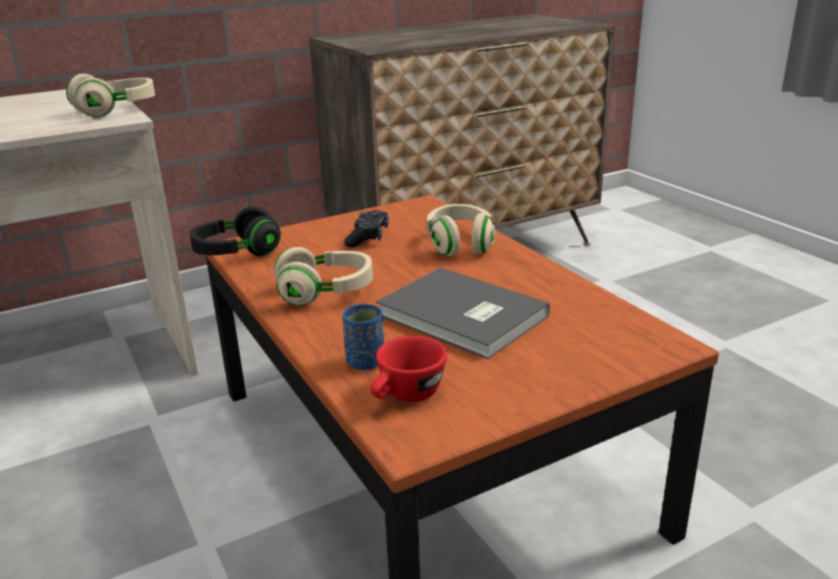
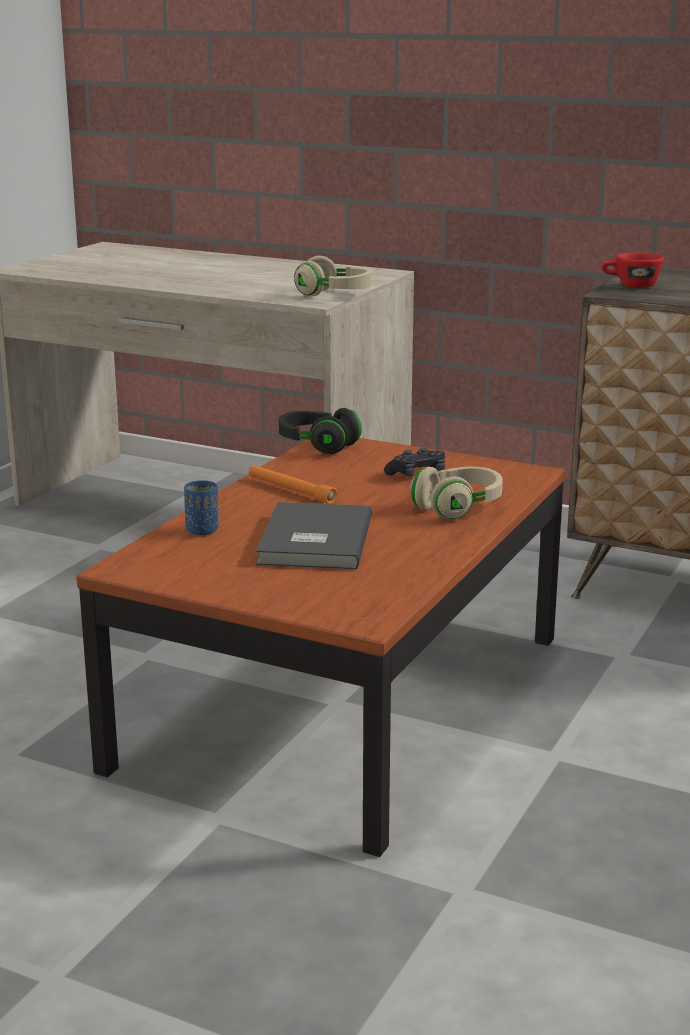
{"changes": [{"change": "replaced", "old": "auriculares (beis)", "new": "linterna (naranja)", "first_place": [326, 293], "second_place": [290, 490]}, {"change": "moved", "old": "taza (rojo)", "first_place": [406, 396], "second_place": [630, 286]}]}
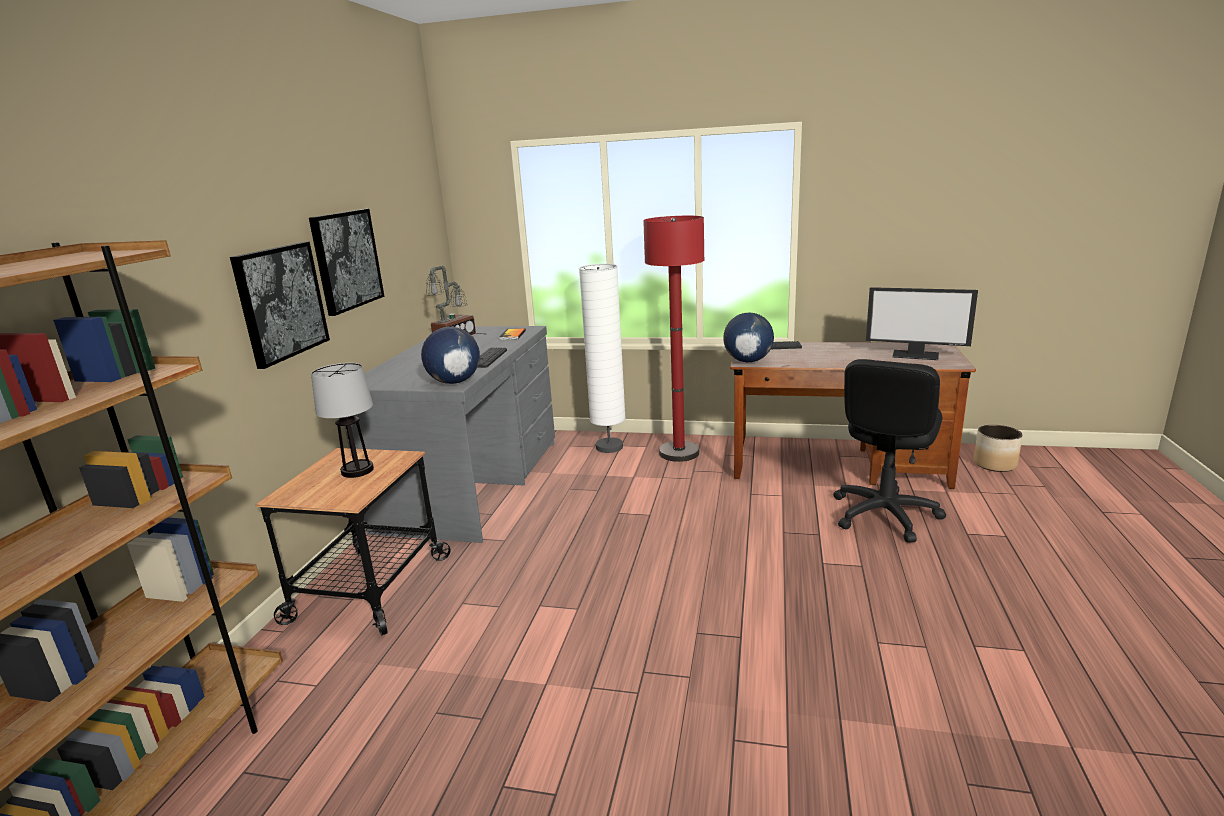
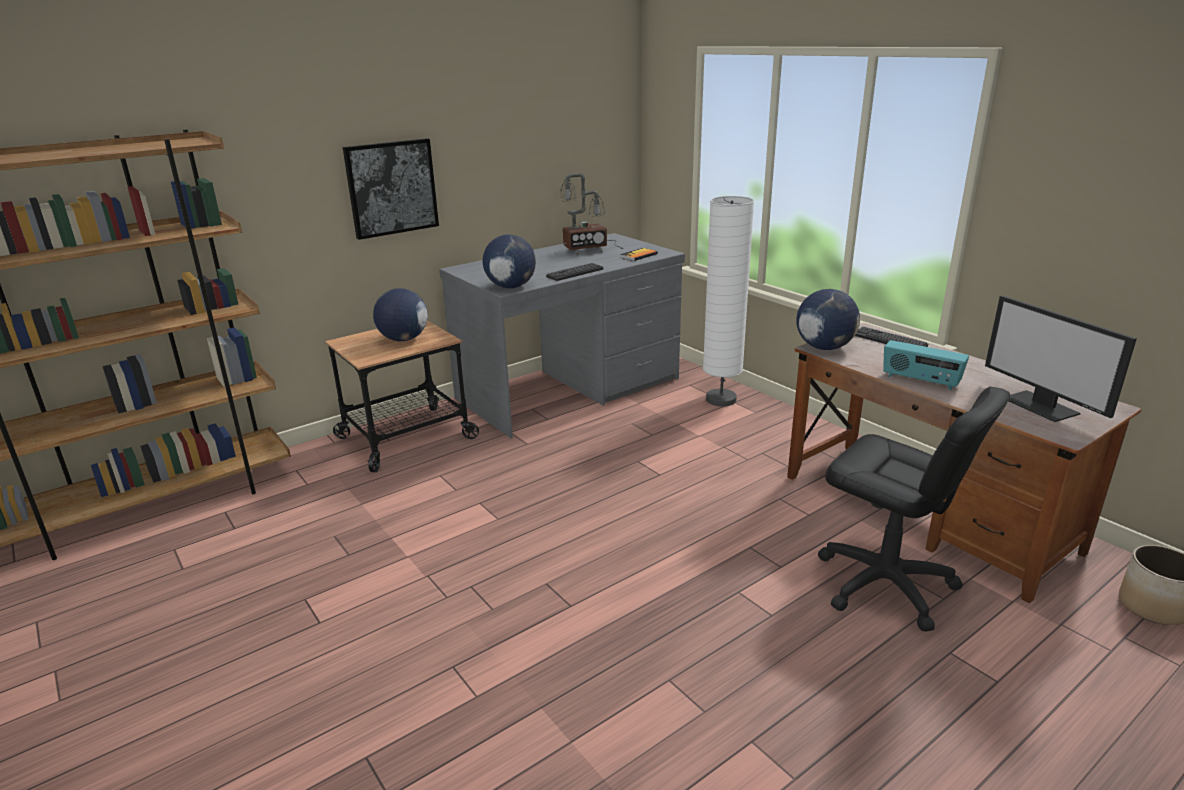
{"changes": [{"change": "removed", "old": "cuadro", "first_place": [346, 260]}, {"change": "removed", "old": "lámpara de pie (rojo)", "first_place": [679, 453]}, {"change": "turned", "old": "silla de oficina (negro)", "first_place": [883, 514], "second_place": [885, 584], "degrees": -120}, {"change": "replaced", "old": "lámpara de mesa", "new": "globo terráqueo", "first_place": [357, 471], "second_place": [403, 339]}, {"change": "added", "new": "radio", "second_place": [920, 381]}]}
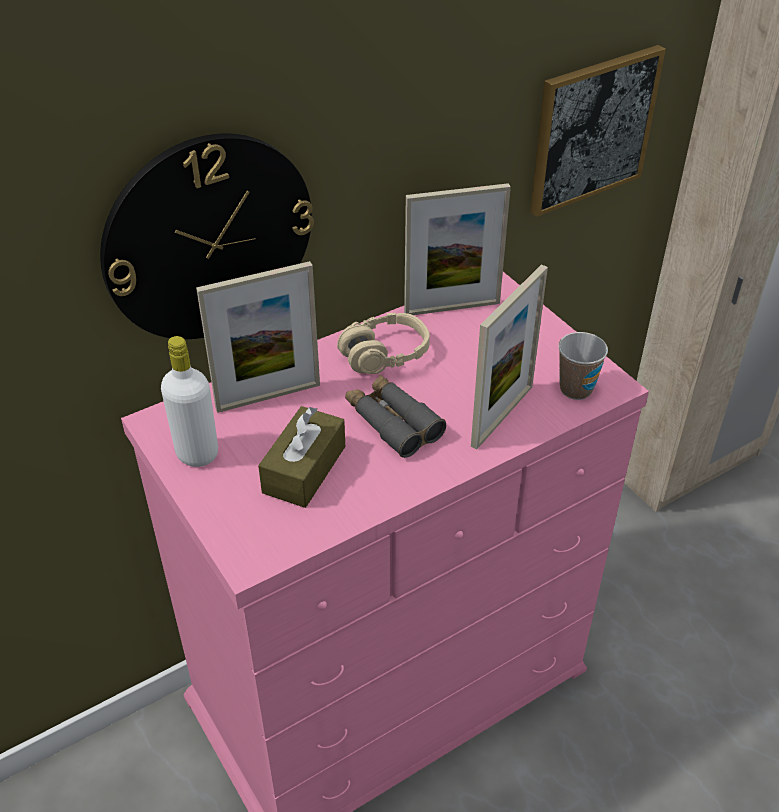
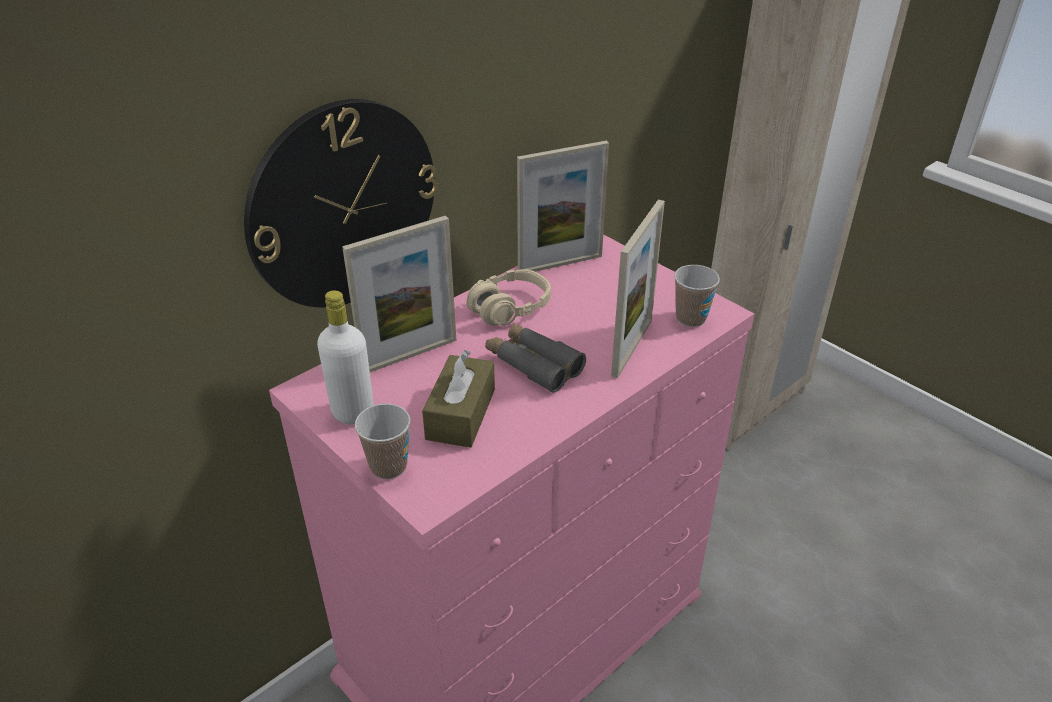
{"changes": [{"change": "removed", "old": "cuadro", "first_place": [592, 130]}, {"change": "added", "new": "taza", "second_place": [388, 466]}]}
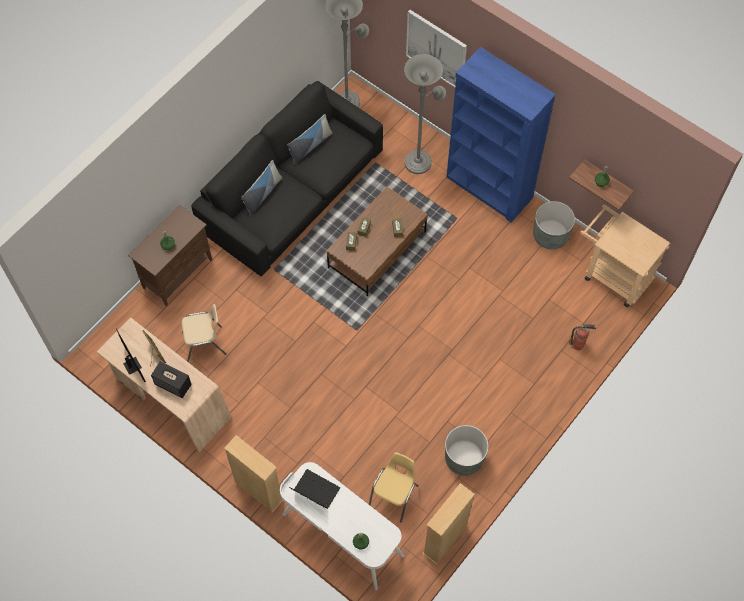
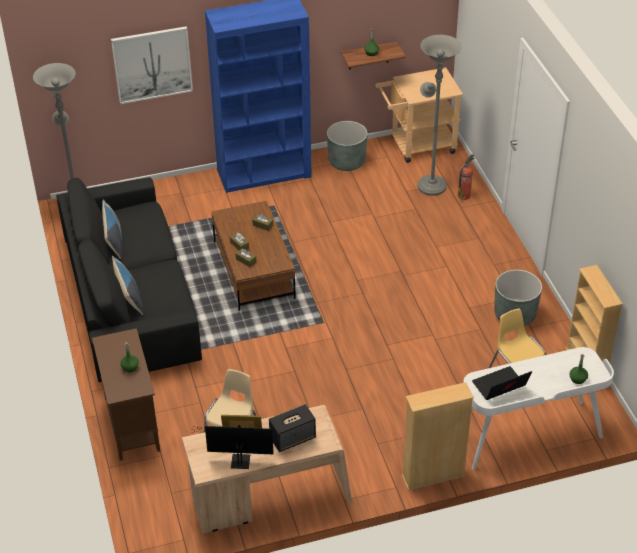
{"changes": [{"change": "moved", "old": "lámpara de pie (gris)", "first_place": [420, 160], "second_place": [430, 183]}]}
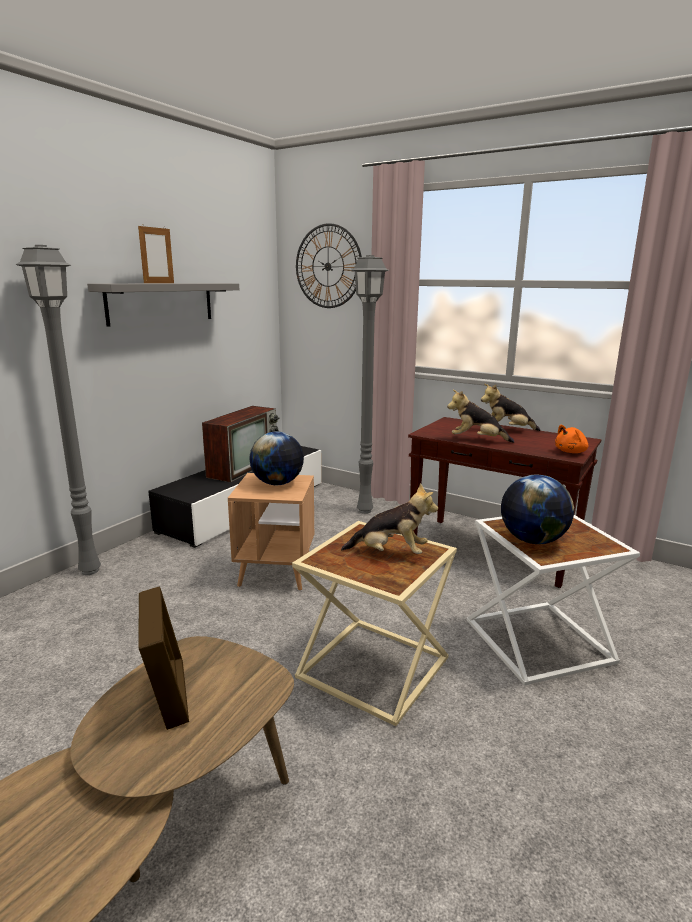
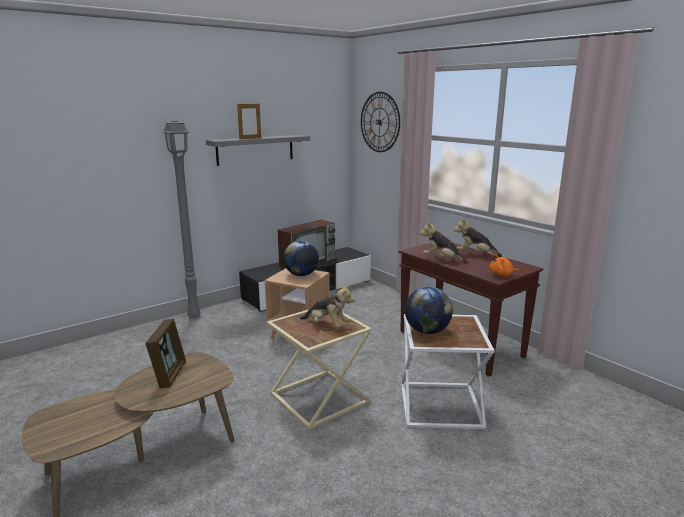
{"changes": [{"change": "removed", "old": "lámpara de pie (gris)", "first_place": [365, 510]}]}
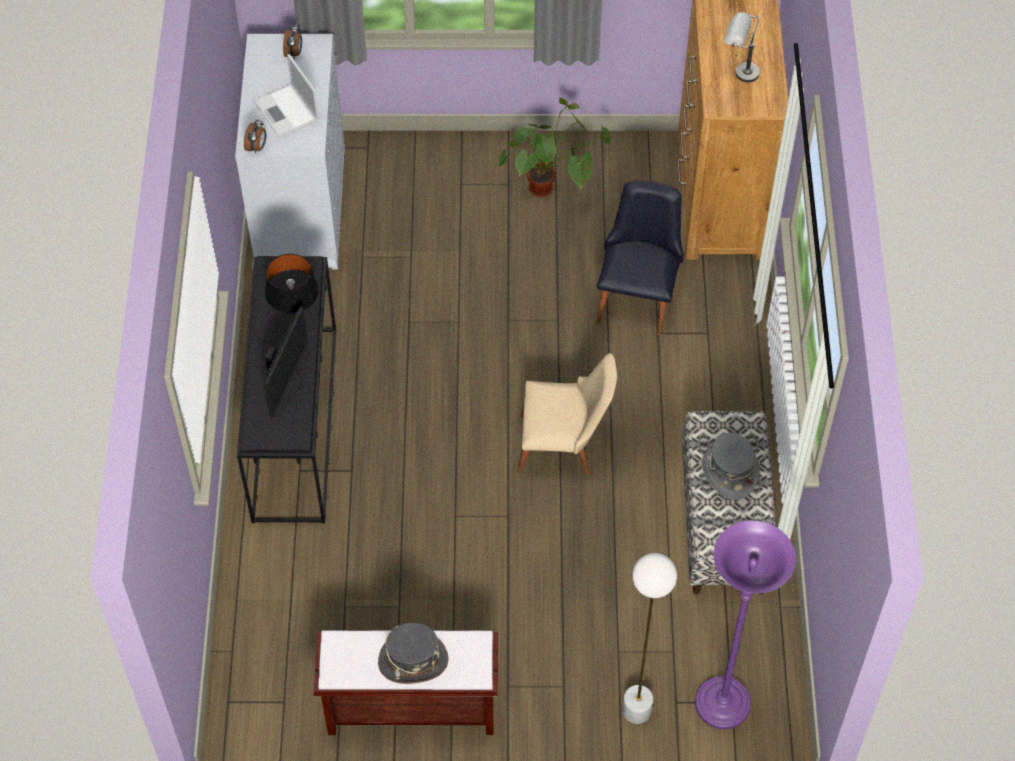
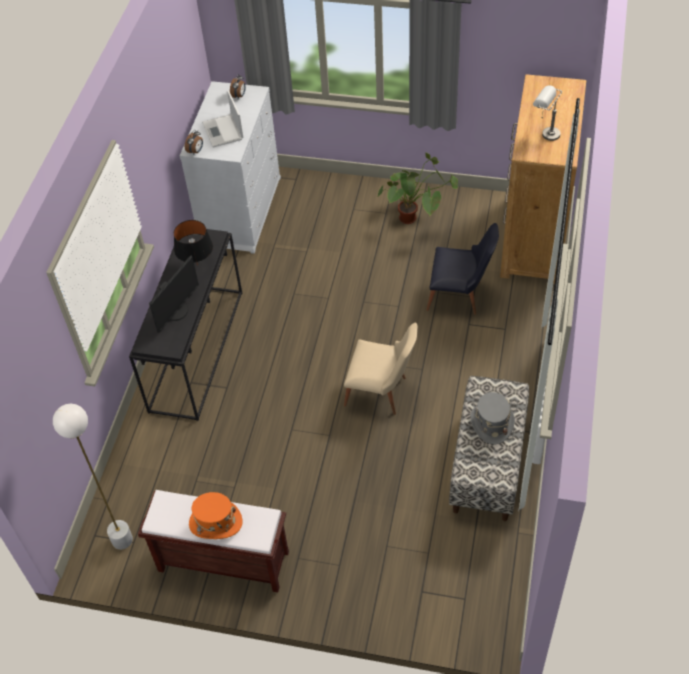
{"changes": [{"change": "turned", "old": "silla (negro)", "first_place": [638, 295], "second_place": [460, 297], "degrees": 75}, {"change": "removed", "old": "lámpara de pie (morado)", "first_place": [722, 704]}, {"change": "moved", "old": "lámpara de pie (blanco)", "first_place": [636, 710], "second_place": [122, 540]}, {"change": "recoloured", "old": "sombrero (gris)", "new": "sombrero (naranja)", "first_place": [413, 661], "second_place": [215, 522]}]}
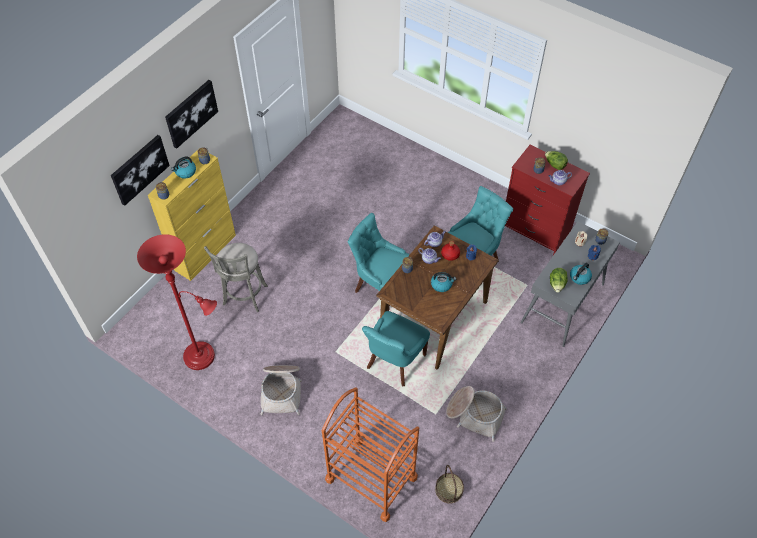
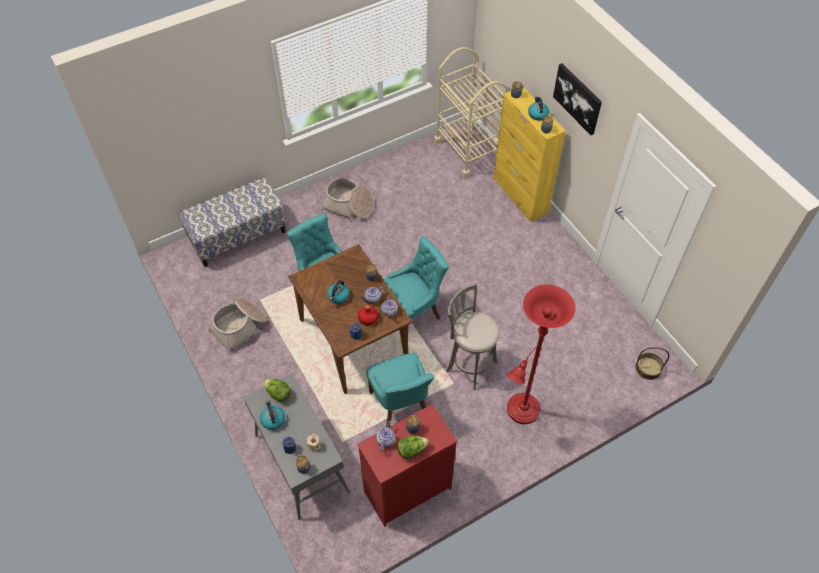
{"changes": [{"change": "removed", "old": "cuadro", "first_place": [139, 169]}, {"change": "moved", "old": "lámpara de pie (rojo)", "first_place": [203, 357], "second_place": [520, 412]}, {"change": "moved", "old": "taburete (gris)", "first_place": [244, 297], "second_place": [469, 365]}, {"change": "replaced", "old": "carrito (naranja)", "new": "banco", "first_place": [371, 478], "second_place": [238, 236]}, {"change": "moved", "old": "cesta", "first_place": [449, 489], "second_place": [648, 368]}, {"change": "added", "new": "carrito (beis)", "second_place": [467, 150]}]}
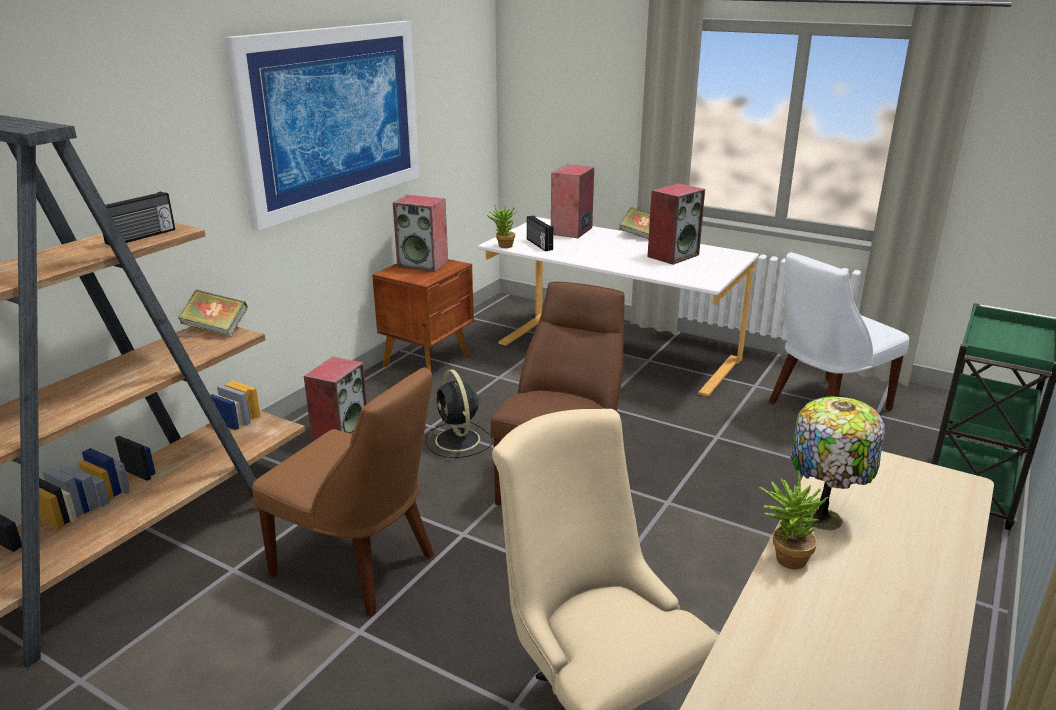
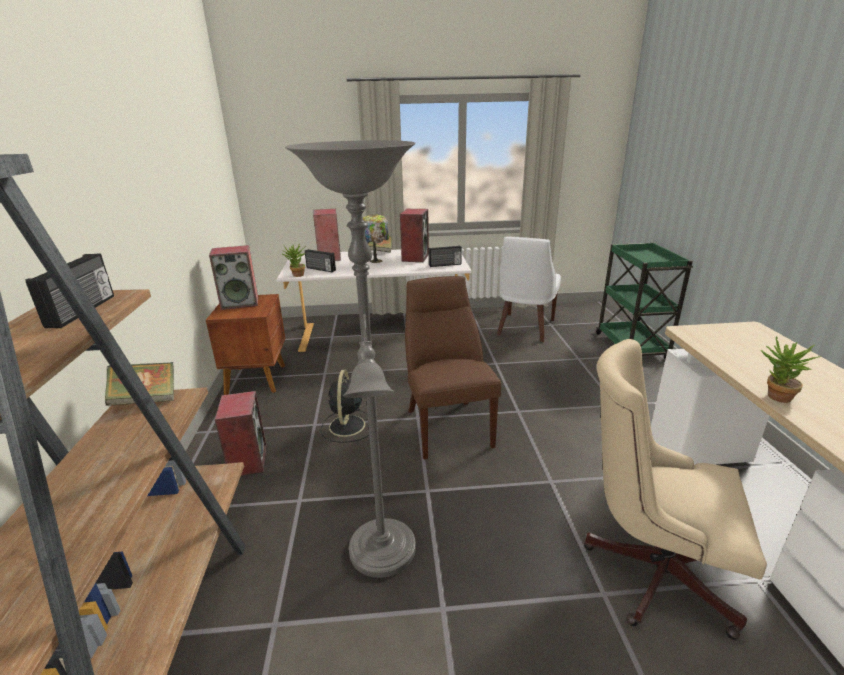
{"changes": [{"change": "removed", "old": "cuadro", "first_place": [333, 117]}, {"change": "replaced", "old": "silla (marrón)", "new": "lámpara de pie (gris)", "first_place": [359, 567], "second_place": [383, 556]}, {"change": "turned", "old": "ventilador (negro)", "first_place": [458, 441], "second_place": [346, 427], "degrees": 60}, {"change": "moved", "old": "lámpara de mesa", "first_place": [825, 517], "second_place": [376, 260]}, {"change": "added", "new": "radio", "second_place": [445, 265]}]}
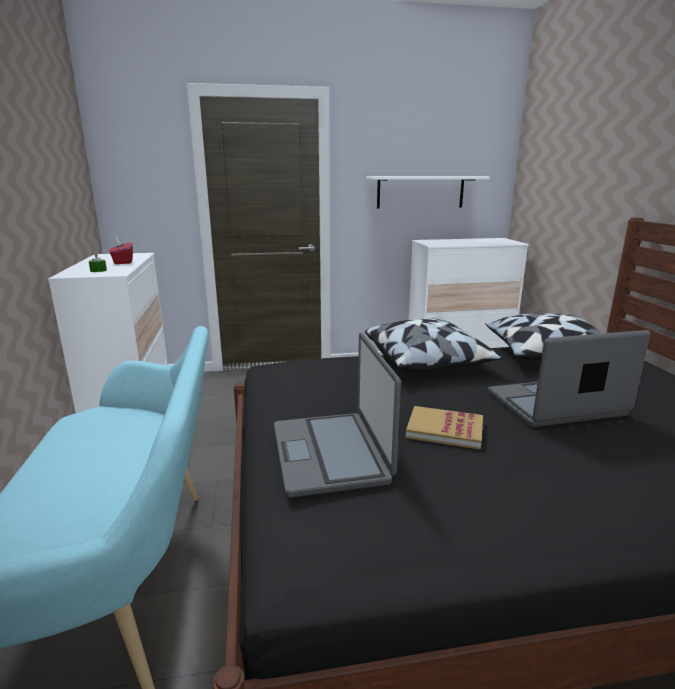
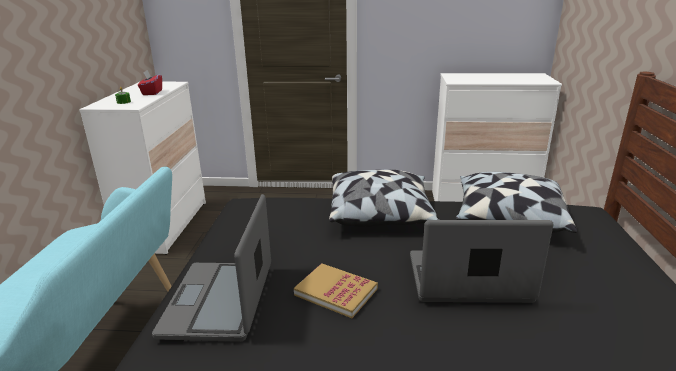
{"changes": [{"change": "removed", "old": "estante (blanco)", "first_place": [420, 192]}]}
